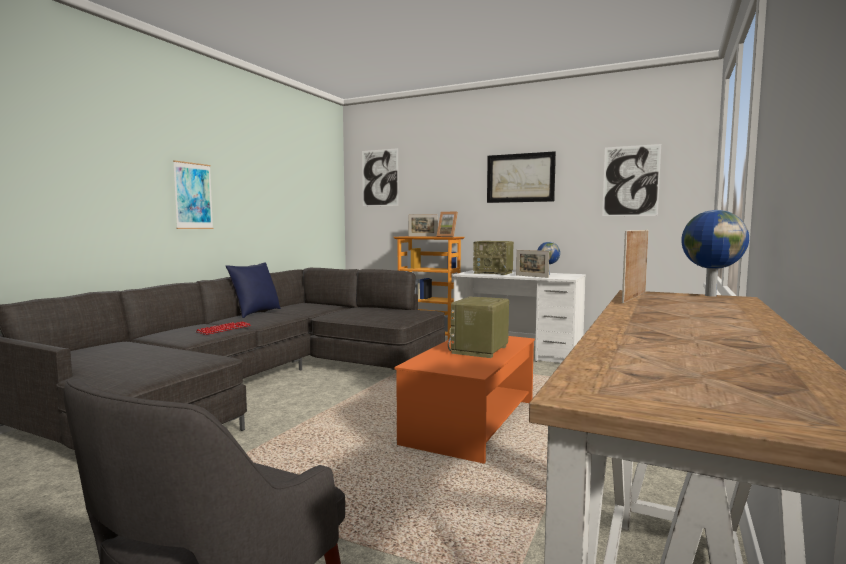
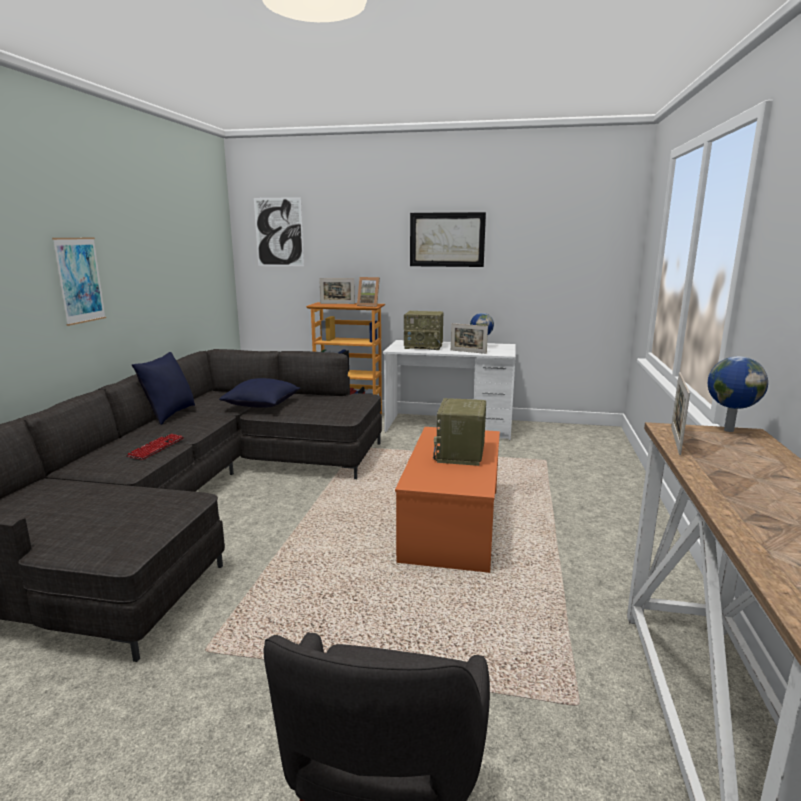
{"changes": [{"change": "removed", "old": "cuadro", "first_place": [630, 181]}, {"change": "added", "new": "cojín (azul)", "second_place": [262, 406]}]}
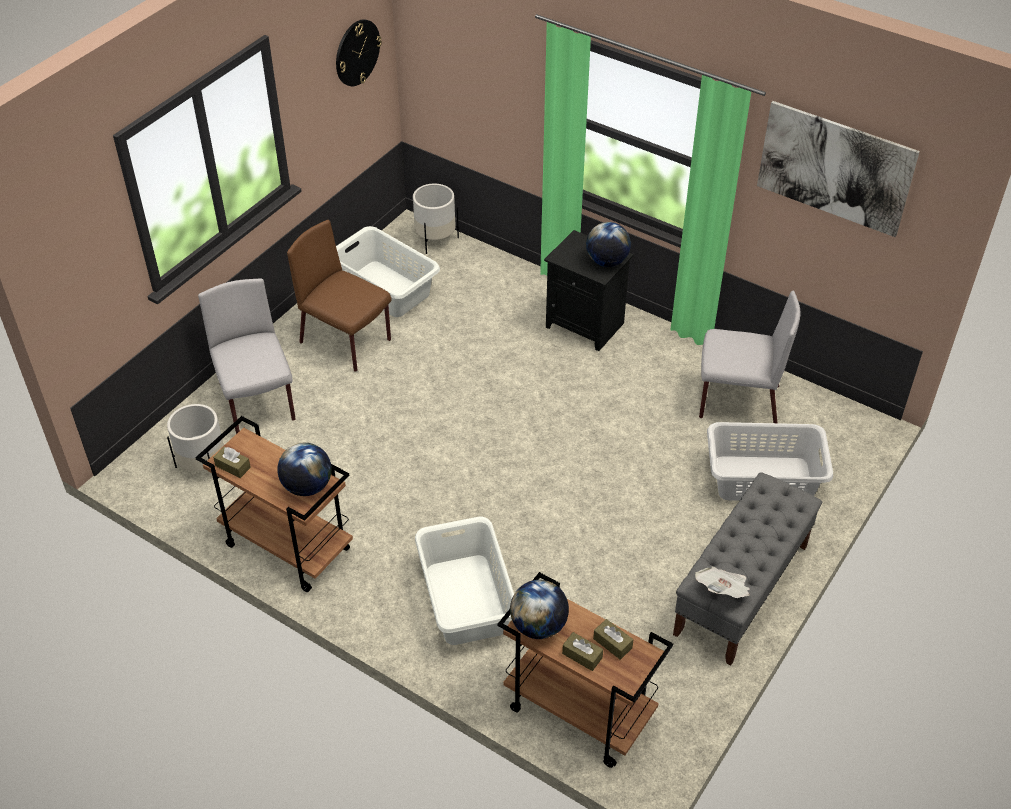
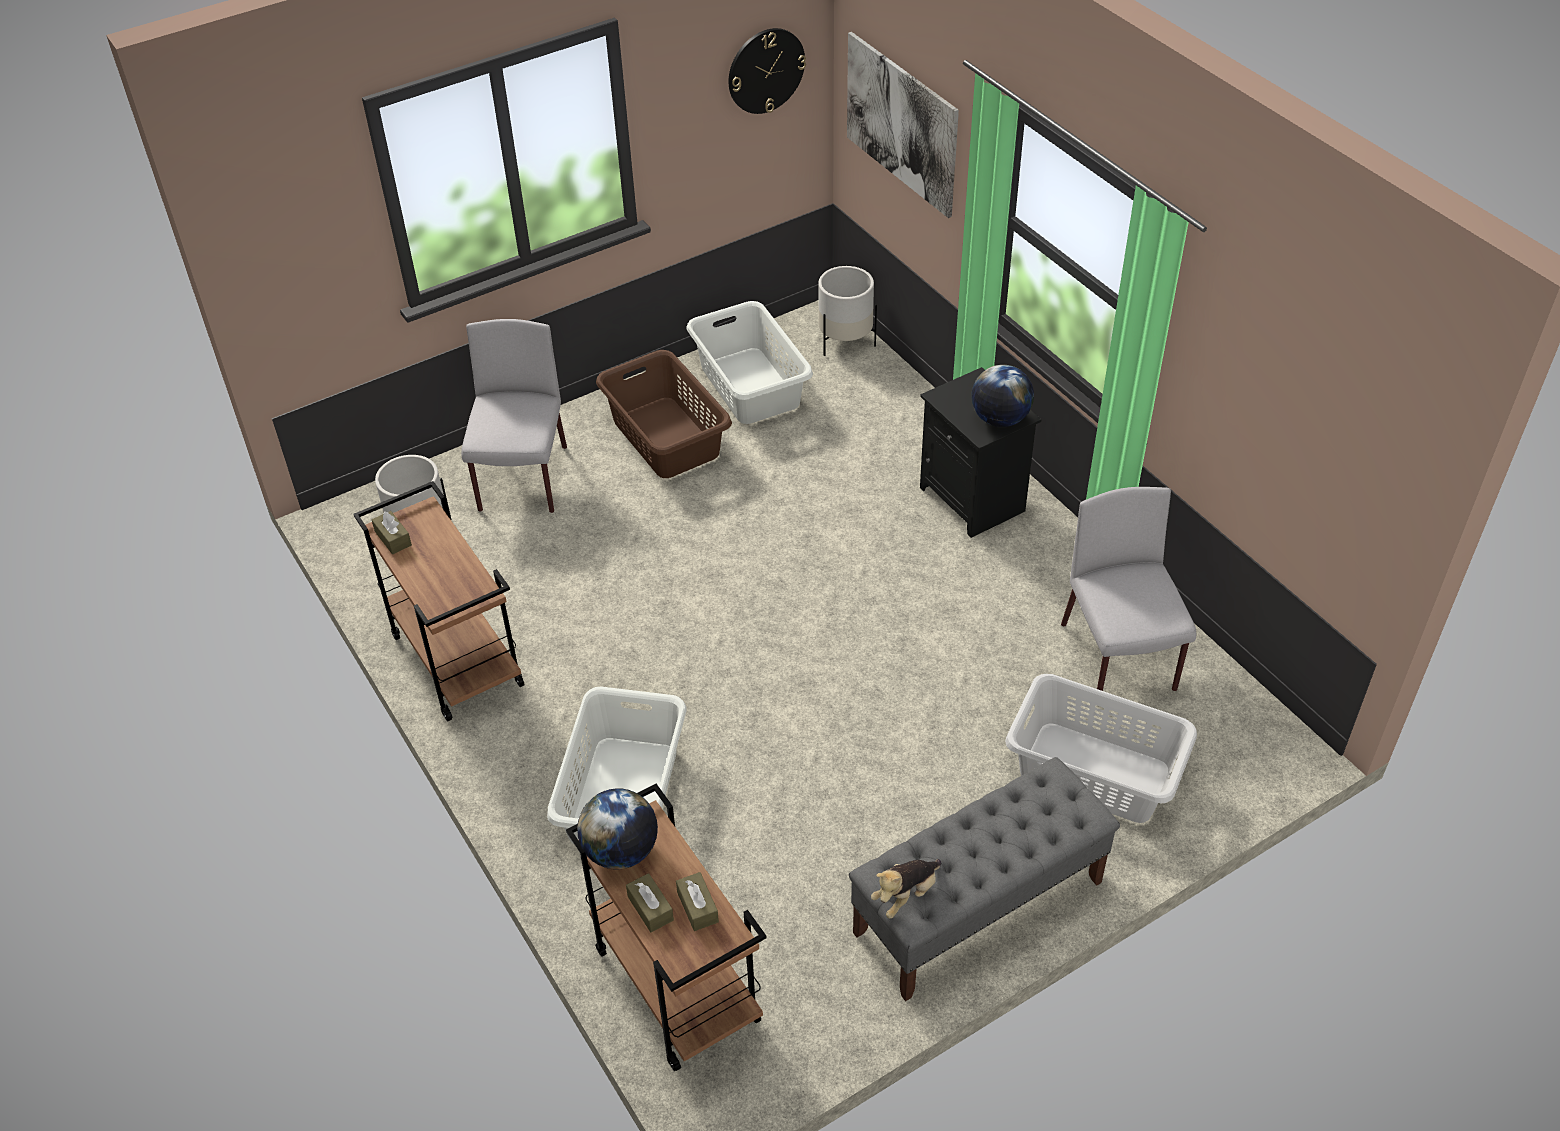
{"changes": [{"change": "moved", "old": "cuadro", "first_place": [835, 168], "second_place": [901, 123]}, {"change": "replaced", "old": "silla (marrón)", "new": "cesto de la ropa (marrón)", "first_place": [346, 342], "second_place": [666, 437]}, {"change": "turned", "old": "silla (gris)", "first_place": [737, 401], "second_place": [1119, 659], "degrees": -135}, {"change": "removed", "old": "globo terráqueo", "first_place": [307, 486]}, {"change": "replaced", "old": "periódico", "new": "peluche", "first_place": [723, 591], "second_place": [906, 895]}]}
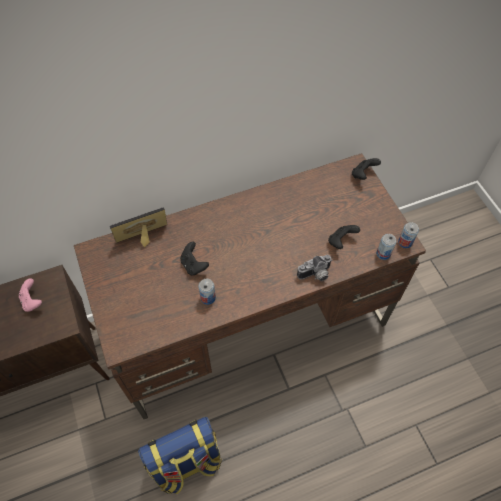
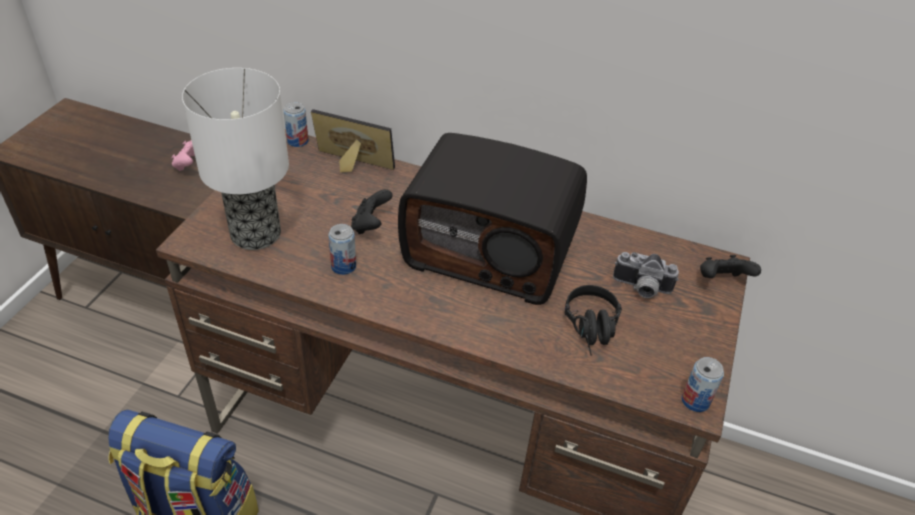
{"changes": [{"change": "replaced", "old": "mando de consola (negro)", "new": "auriculares (negro)", "first_place": [341, 241], "second_place": [593, 330]}, {"change": "moved", "old": "lata", "first_place": [383, 253], "second_place": [297, 141]}, {"change": "moved", "old": "cámara", "first_place": [315, 275], "second_place": [641, 289]}, {"change": "added", "new": "lámpara de mesa", "second_place": [256, 234]}, {"change": "added", "new": "radio", "second_place": [491, 250]}]}
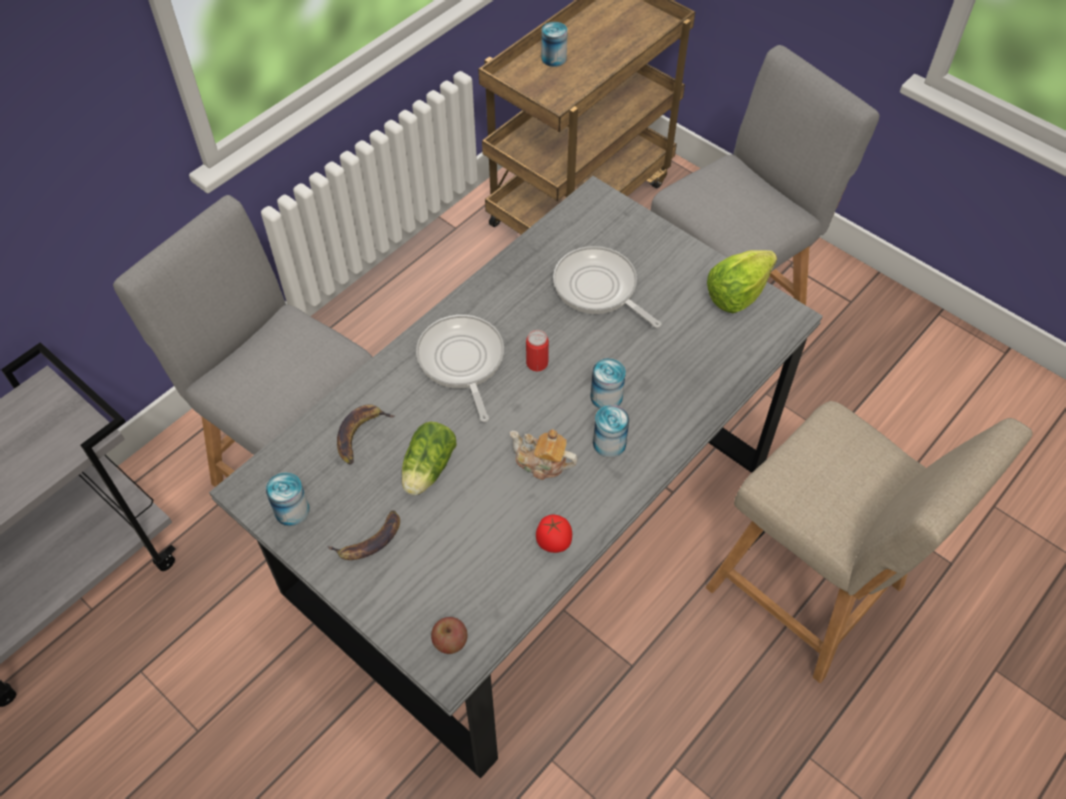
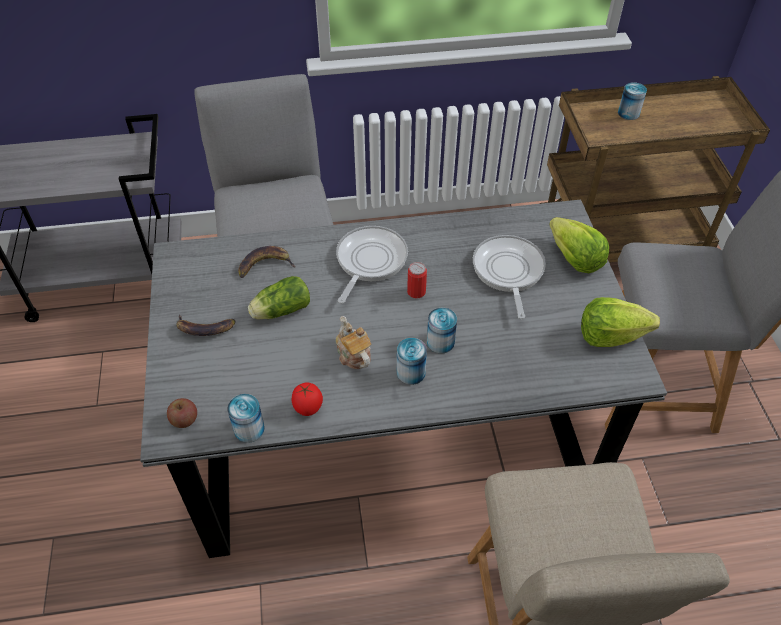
{"changes": [{"change": "moved", "old": "lata", "first_place": [292, 510], "second_place": [249, 429]}, {"change": "added", "new": "lechuga", "second_place": [574, 259]}]}
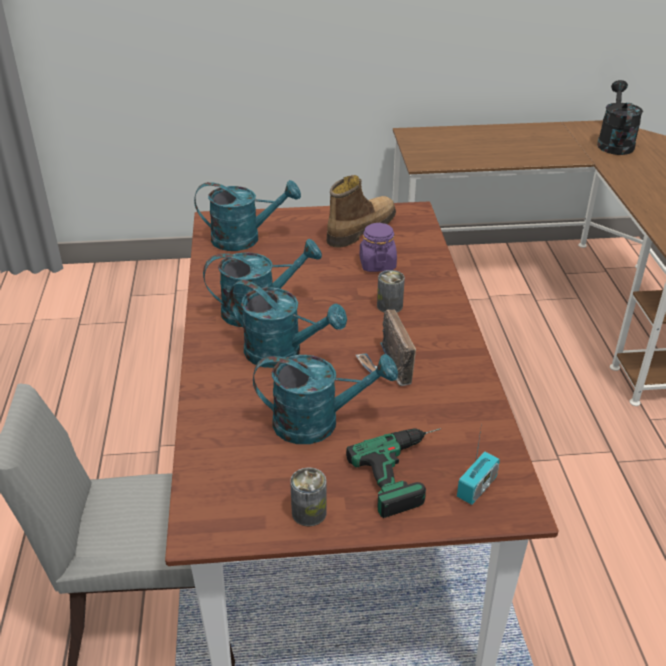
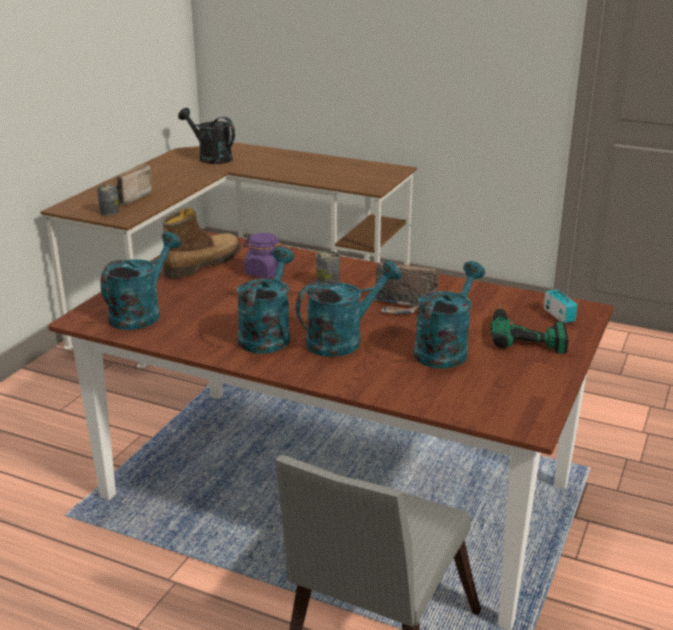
{"changes": [{"change": "turned", "old": "bota", "first_place": [360, 229], "second_place": [202, 264], "degrees": 60}, {"change": "moved", "old": "lata", "first_place": [309, 512], "second_place": [109, 212]}, {"change": "added", "new": "radio", "second_place": [129, 198]}]}
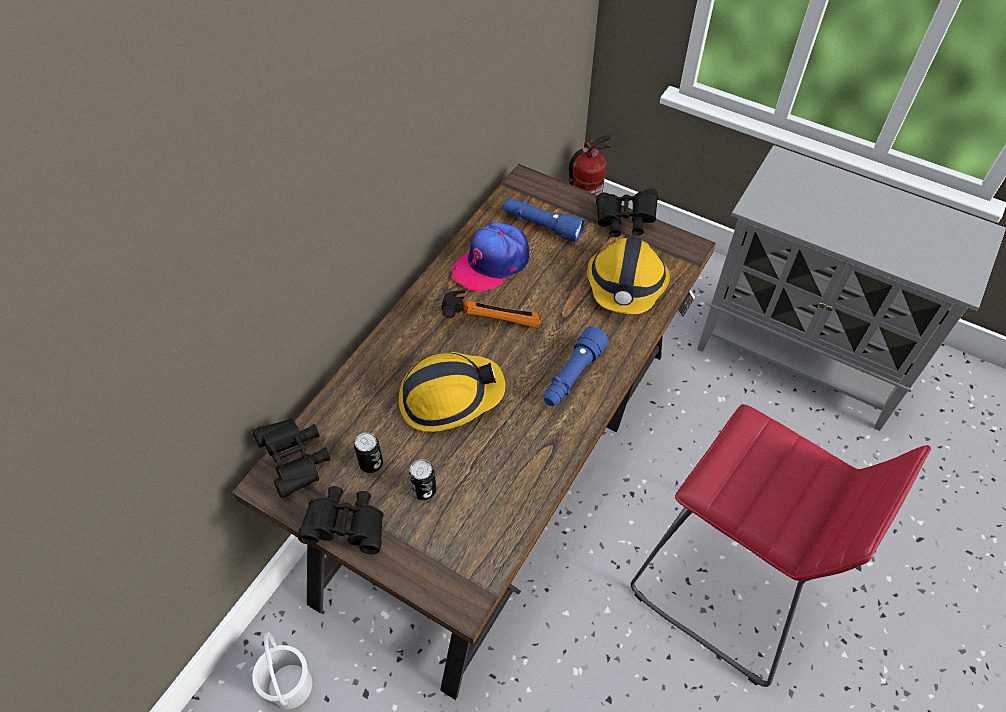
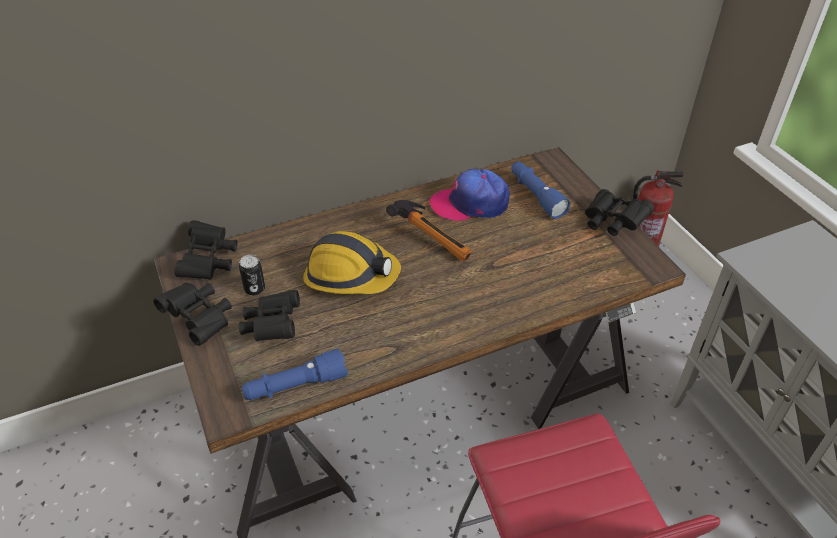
{"changes": [{"change": "removed", "old": "casco", "first_place": [626, 285]}, {"change": "moved", "old": "linterna (azul)", "first_place": [572, 375], "second_place": [295, 386]}, {"change": "replaced", "old": "lata", "new": "prismáticos (negro)", "first_place": [424, 490], "second_place": [272, 326]}, {"change": "removed", "old": "cubo (blanco)", "first_place": [289, 686]}]}
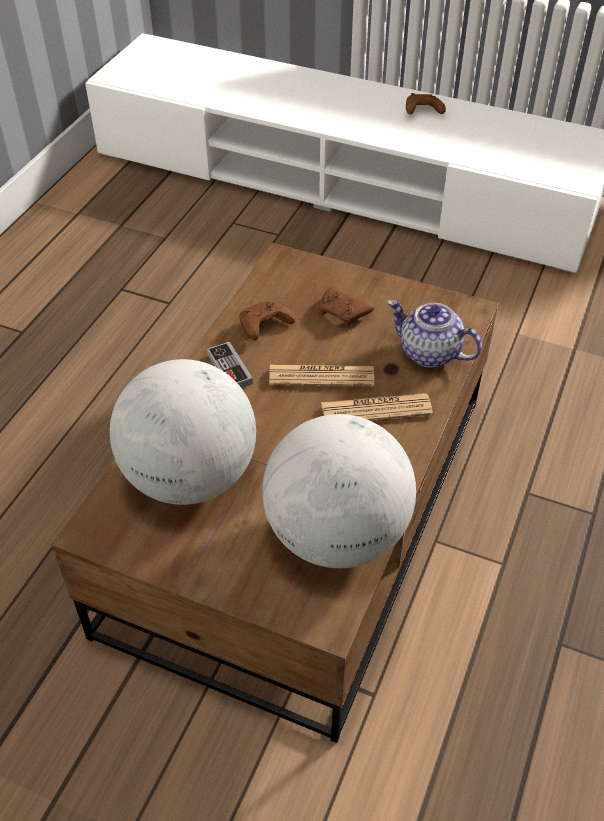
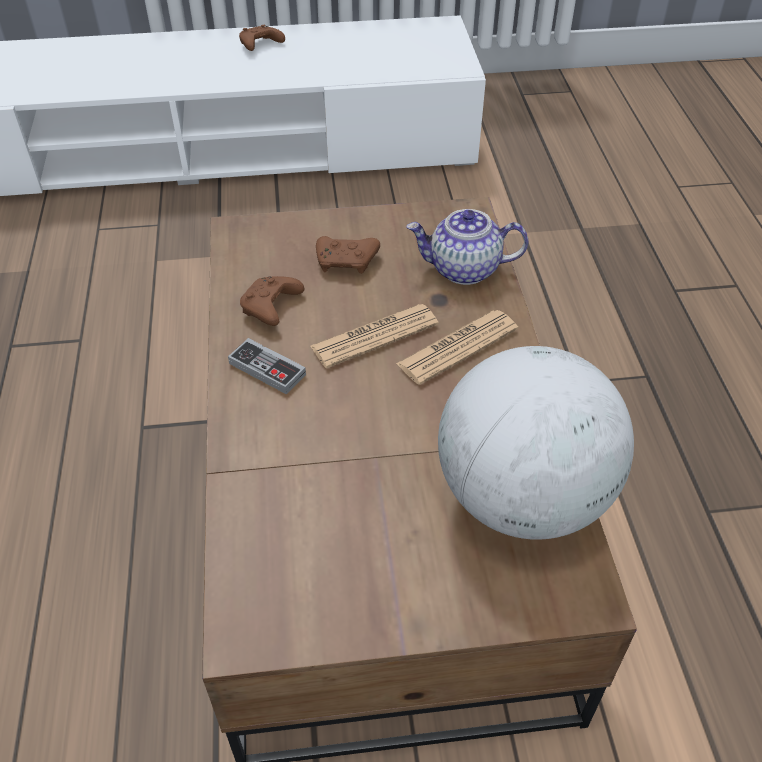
{"changes": [{"change": "removed", "old": "globo terráqueo", "first_place": [189, 477]}]}
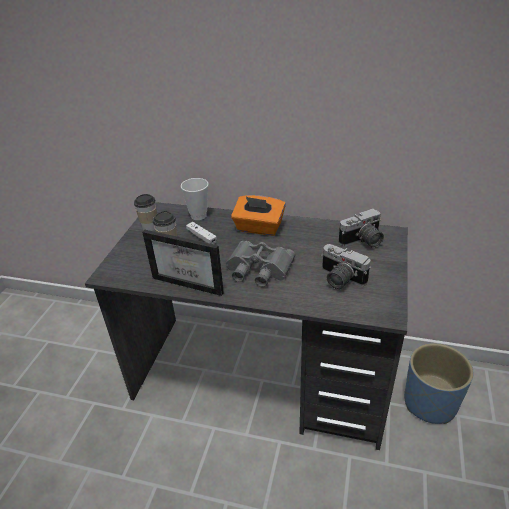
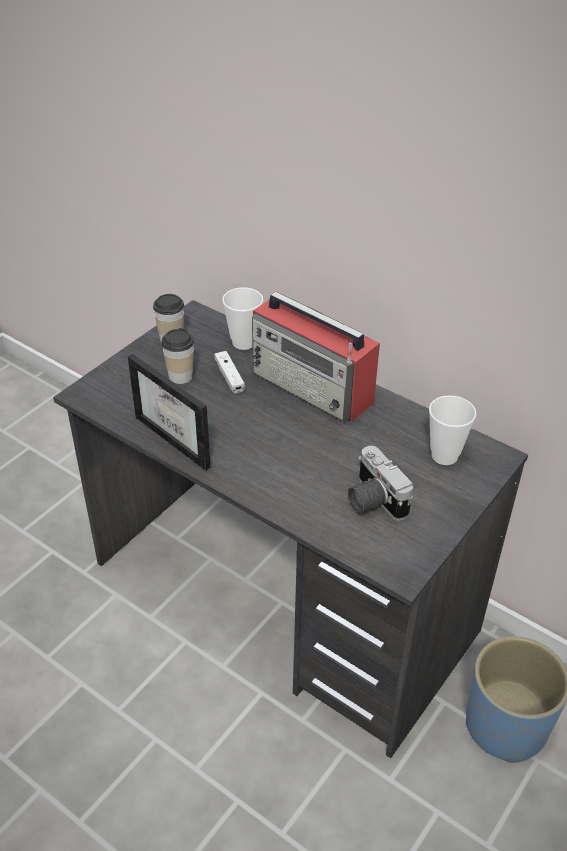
{"changes": [{"change": "replaced", "old": "caja de pañuelos (naranja)", "new": "radio", "first_place": [259, 228], "second_place": [313, 387]}, {"change": "replaced", "old": "cámara", "new": "taza", "first_place": [363, 242], "second_place": [444, 455]}, {"change": "removed", "old": "prismáticos (gris)", "first_place": [258, 269]}]}
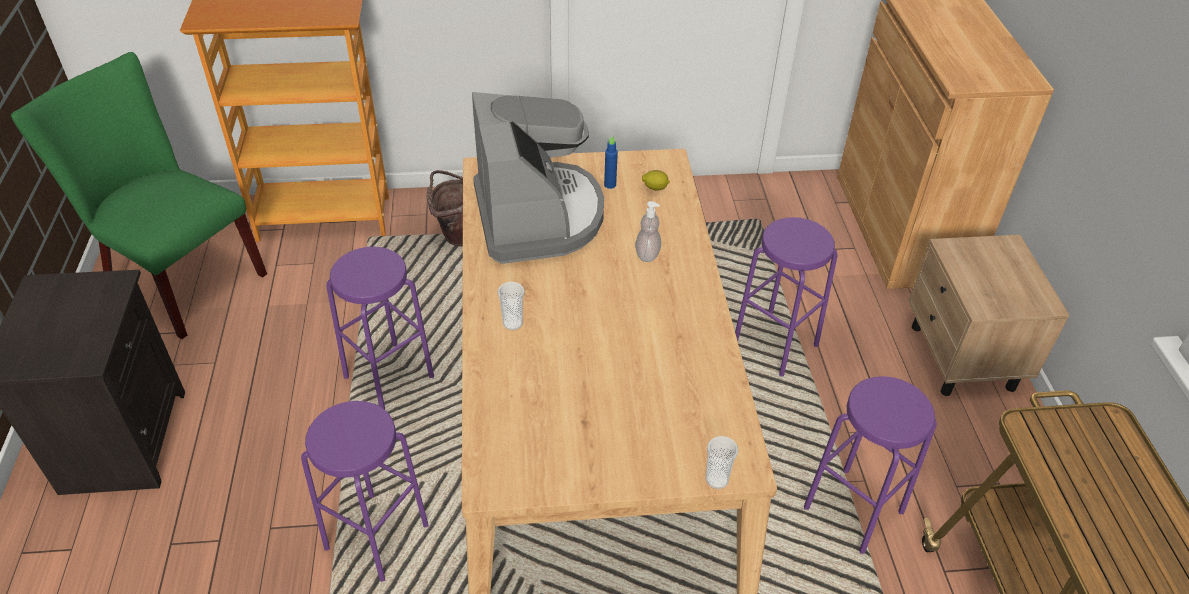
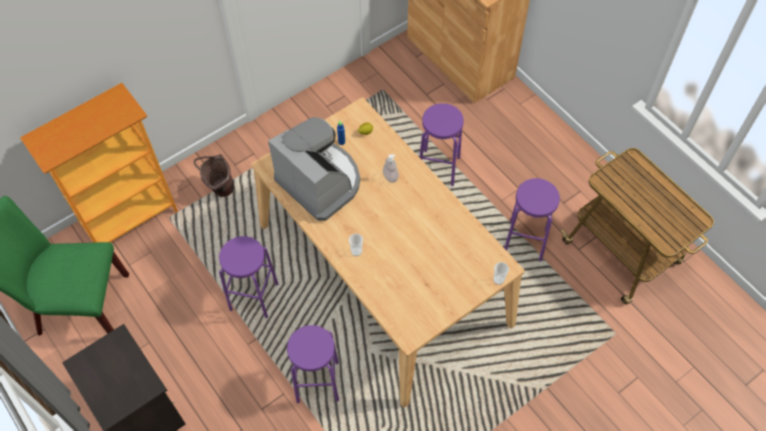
{"changes": [{"change": "removed", "old": "mesita de noche (beis)", "first_place": [962, 358]}]}
